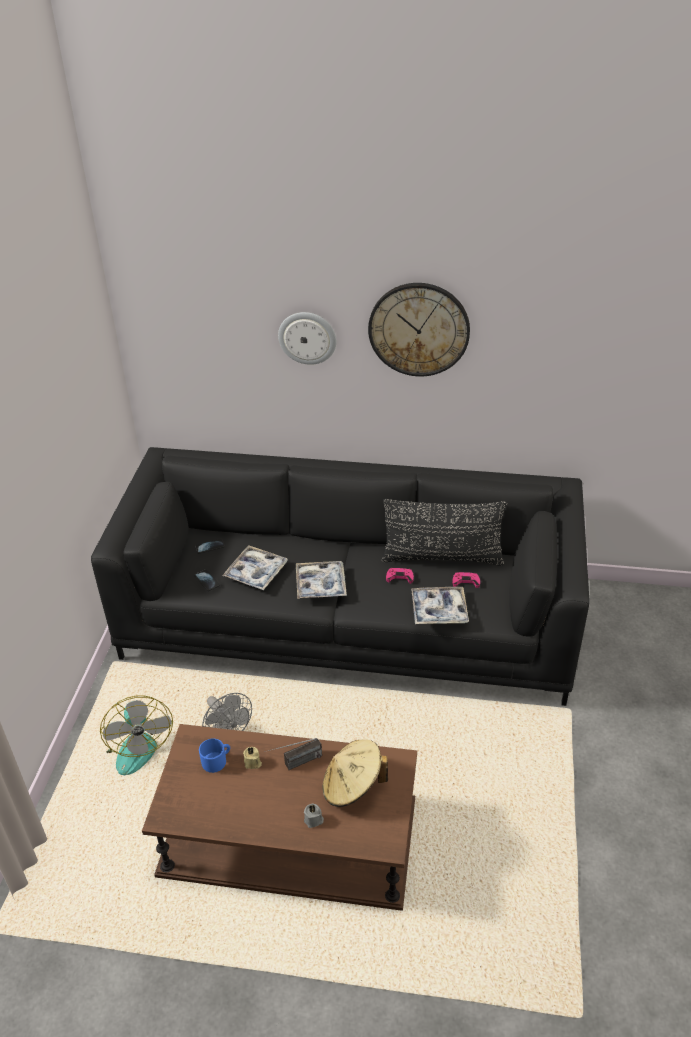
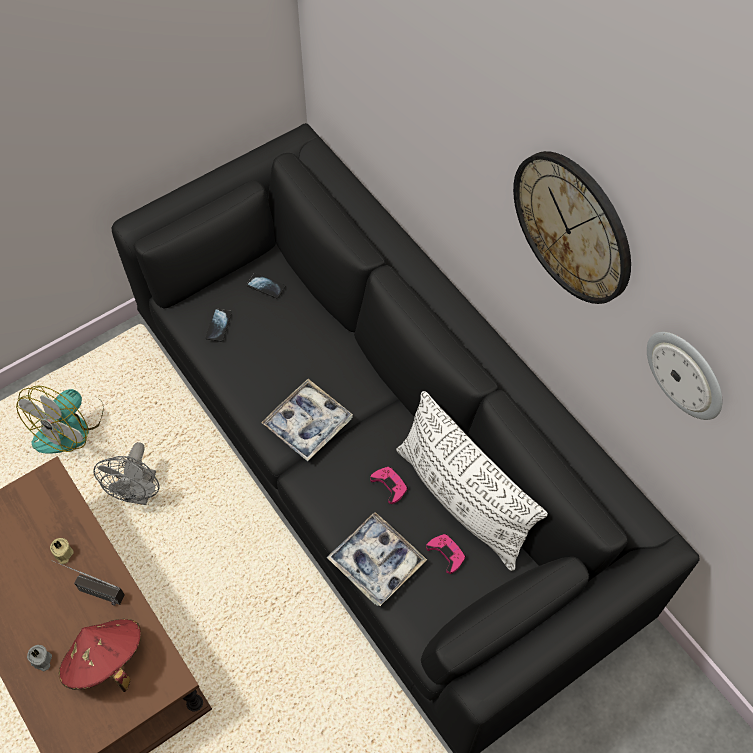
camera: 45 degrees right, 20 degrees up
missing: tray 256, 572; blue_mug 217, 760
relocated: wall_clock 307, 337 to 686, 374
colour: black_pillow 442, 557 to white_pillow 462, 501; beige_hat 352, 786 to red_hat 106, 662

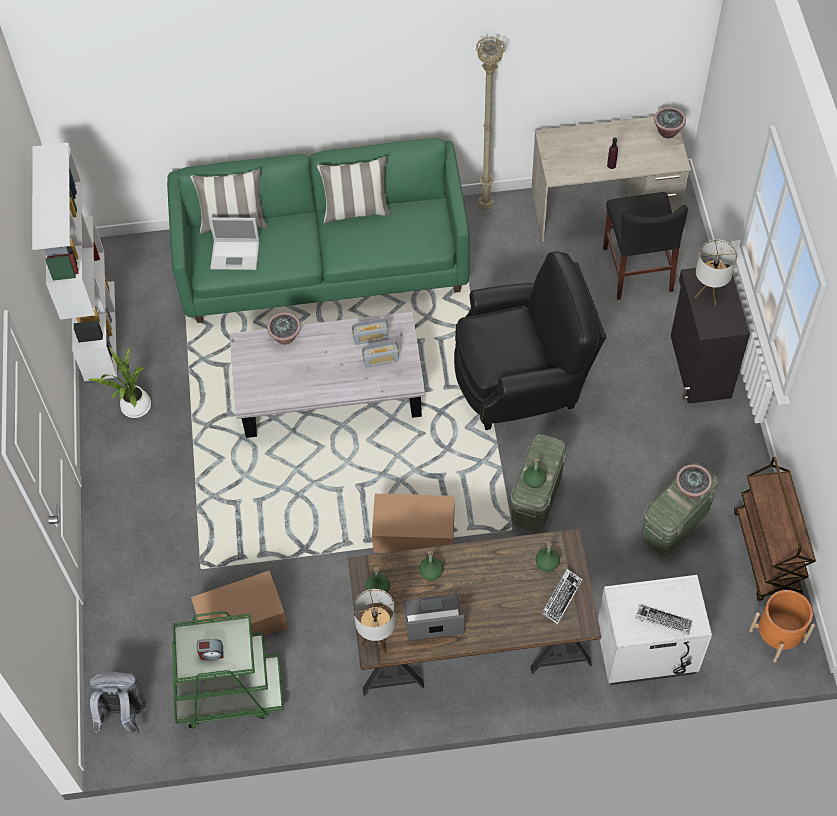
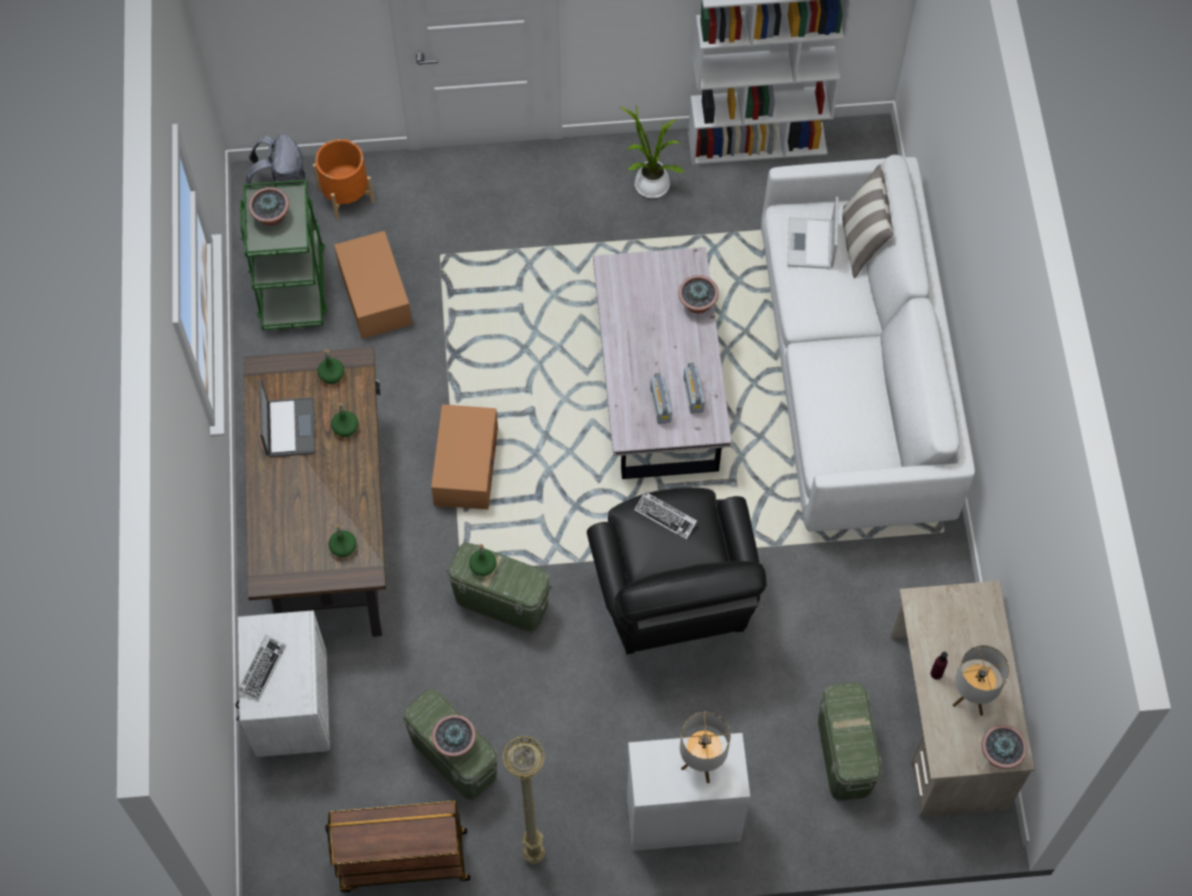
camera: 90 degrees right, 5 degrees up
missing: pillow 356, 210
relocated: beige_floor_lamp 486, 207 to 533, 857; keyboard 561, 597 to 665, 517; table_lamp 377, 637 to 971, 697; orange_planter 777, 636 to 346, 195
exchanged: black_chair 637, 269 to green_storage_box 844, 754; alarm_clock 211, 653 to potted_plant 272, 217
colour: green_sofa 324, 264 to white_sofa 853, 376; black_cabinet 699, 367 to white_cabinet 682, 815

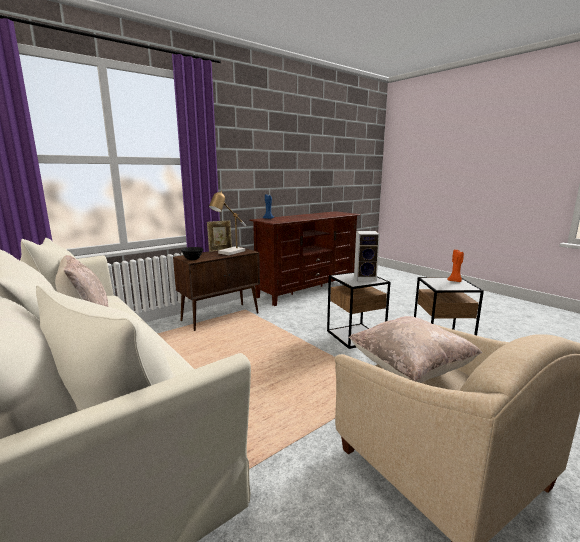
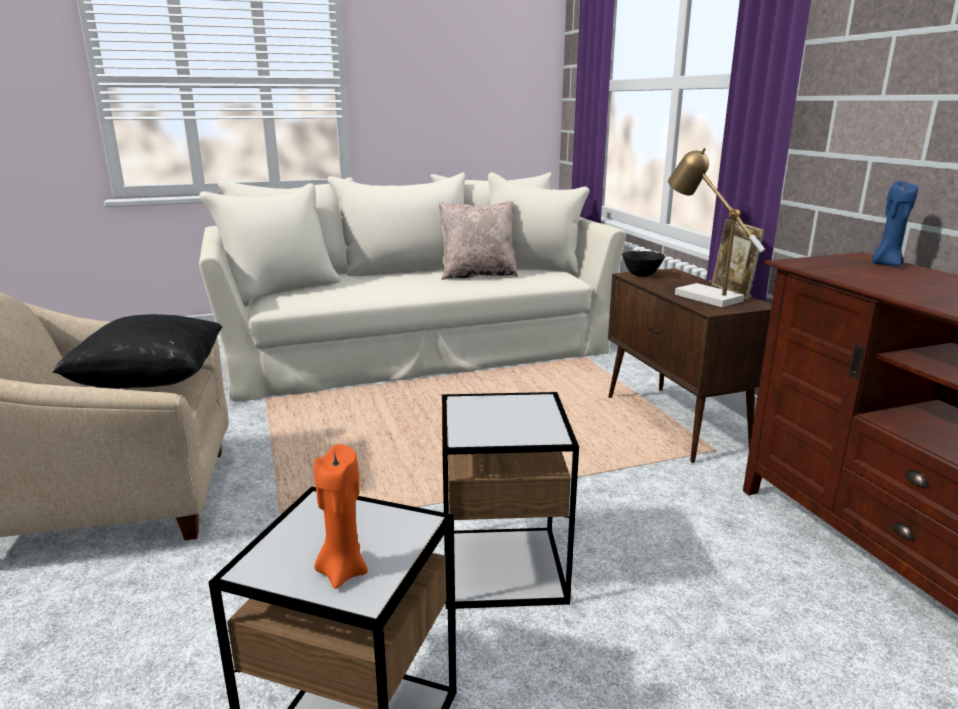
camera: 110 degrees right, 5 degrees up
missing: speaker 365, 278
colour: beige_pillow 410, 369 to black_pillow 151, 382

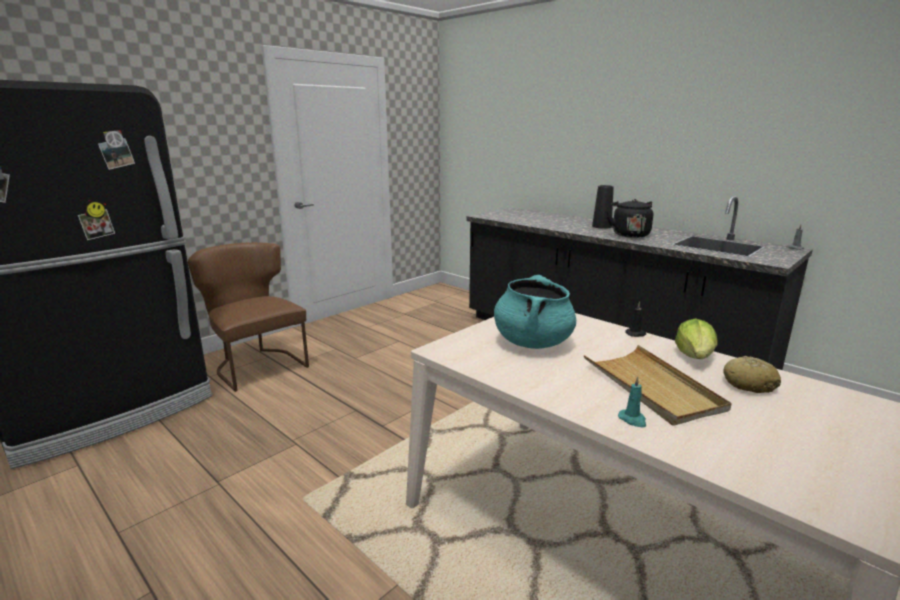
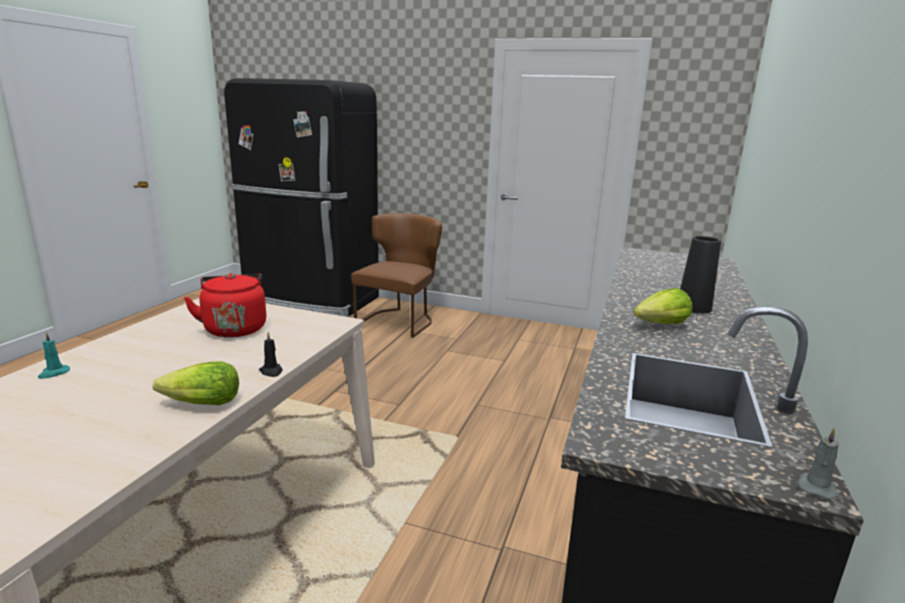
camera: 65 degrees right, 0 degrees up
missing: beige_tray 651, 387; bread 749, 384
exchanged: black_kettle 629, 234 to lettuce 661, 325; turquoise_cooking_pot 532, 342 to red_kettle 235, 328

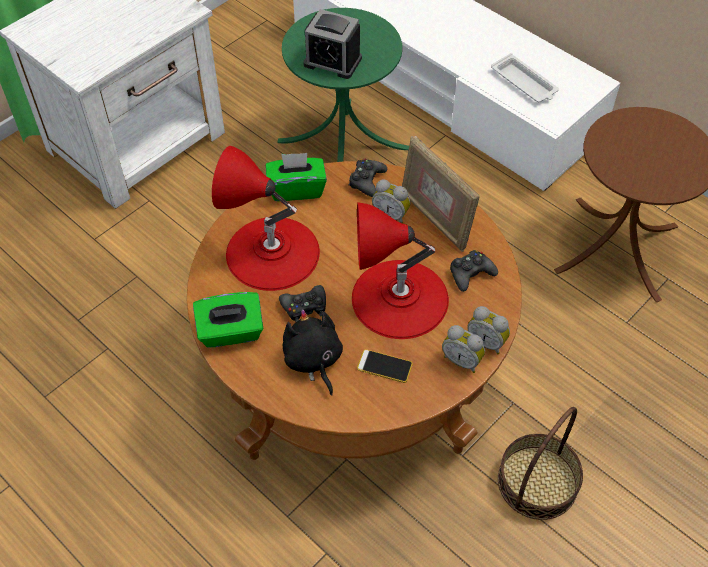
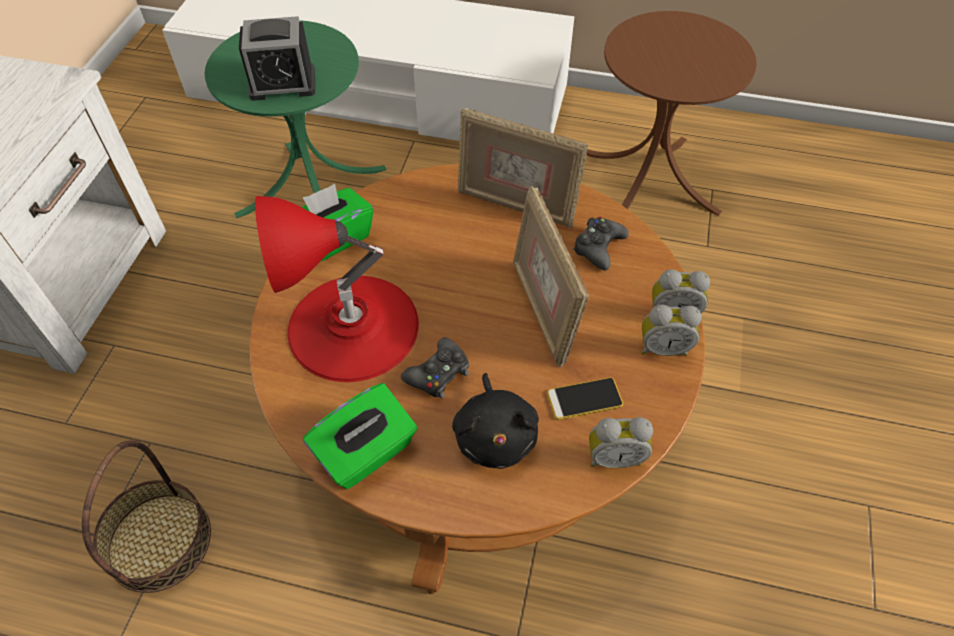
camera: 30 degrees left, 0 degrees up
missing: white_tray 524, 83; black_game_controller 367, 181
relocated: alarm_clock 391, 215 to 614, 456; basket 537, 482 to 159, 541
exchanged: red_table_lamp 399, 298 to picture_frame 542, 311
spun: black_plush_toy 313, 360 = 495, 435 135 degrees counterclockwise

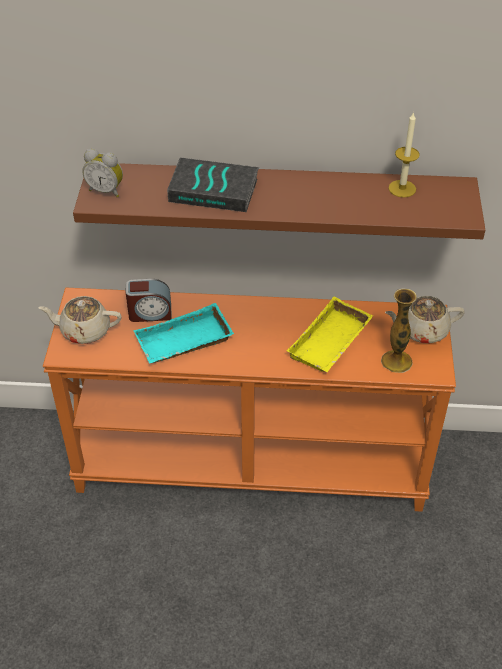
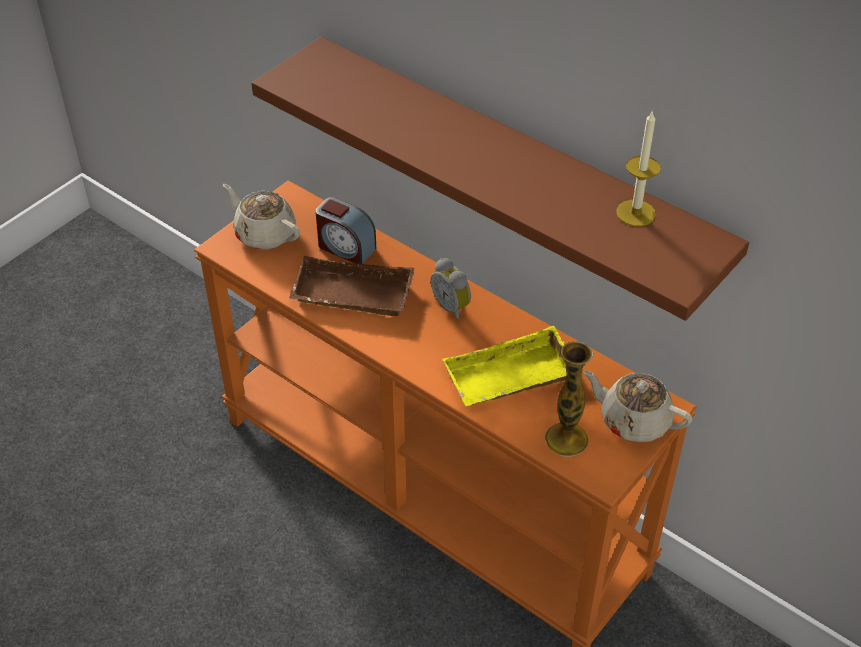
camera: 35 degrees right, 0 degrees up
missing: book 214, 190
relocated: alarm_clock 106, 190 to 452, 307
colour: turquoise_tray 183, 342 to brown_tray 350, 296

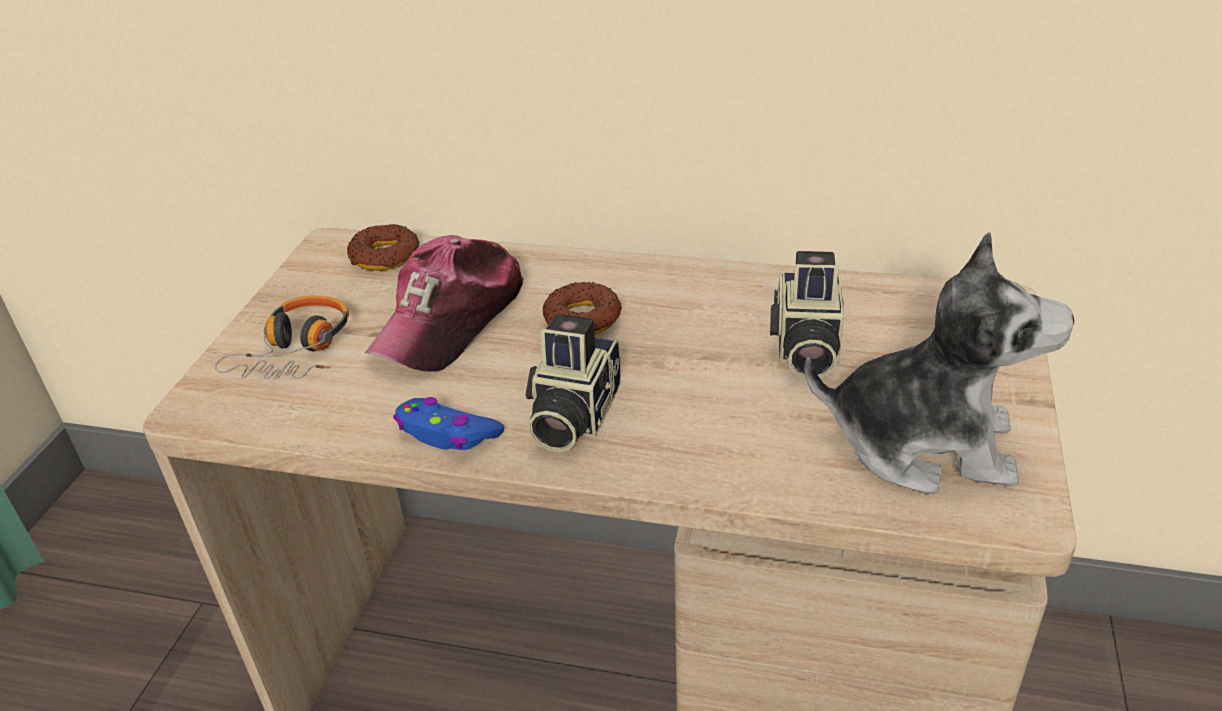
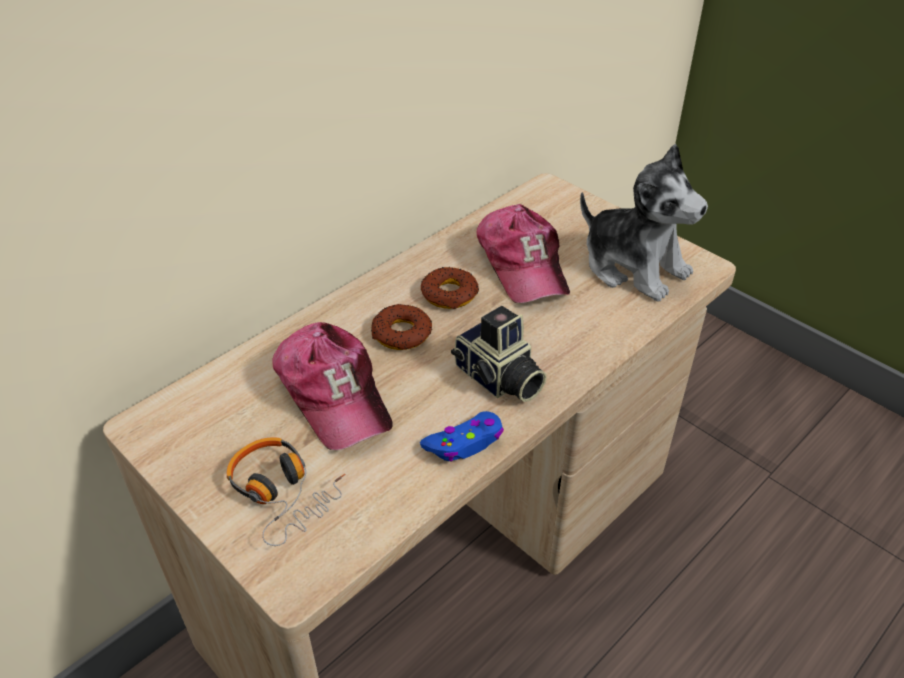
camera: 60 degrees left, 5 degrees up
relocated: donut 385, 256 to 449, 294
exchanged: photo_camera 804, 348 to cap 522, 264
spun: plush_toy 923, 443 = 634, 267 90 degrees clockwise

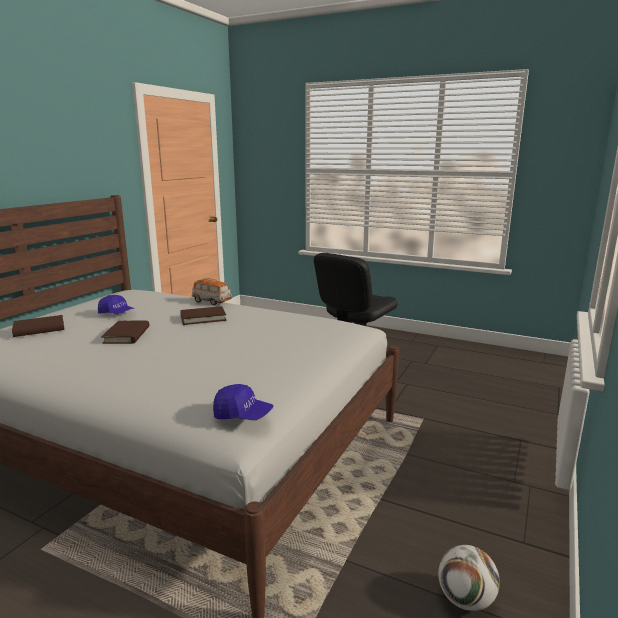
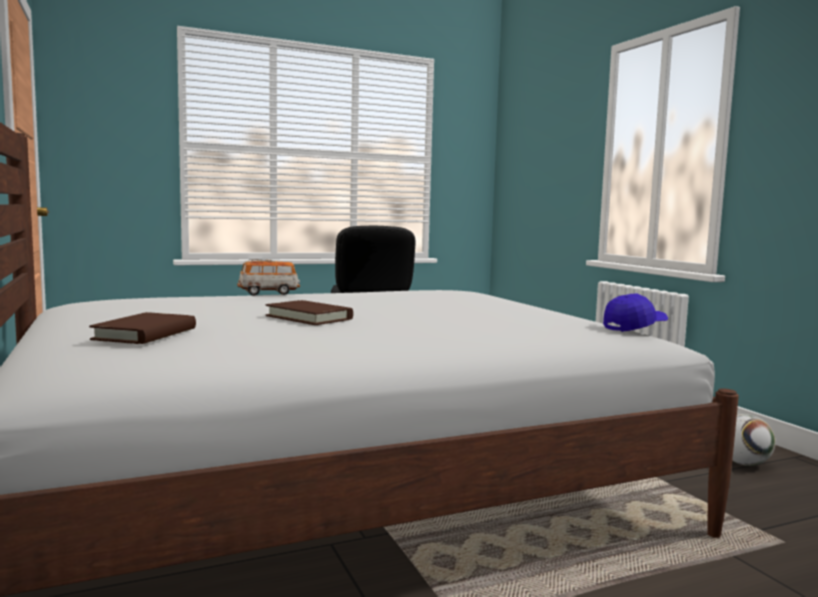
camera: 50 degrees left, 10 degrees down
missing: blue_cap 117, 314; brown_book 203, 318

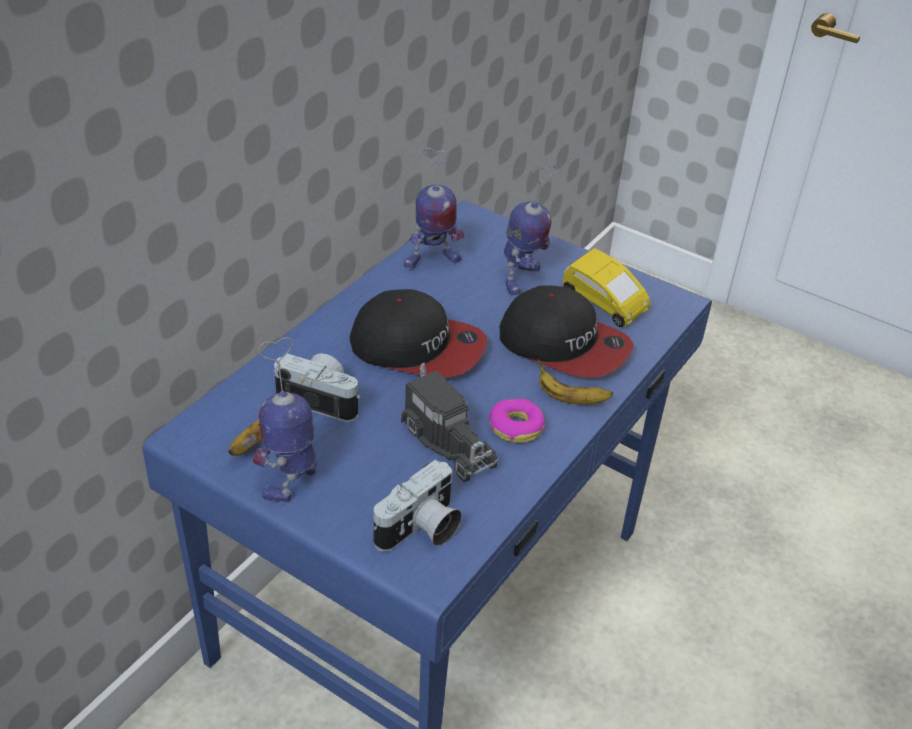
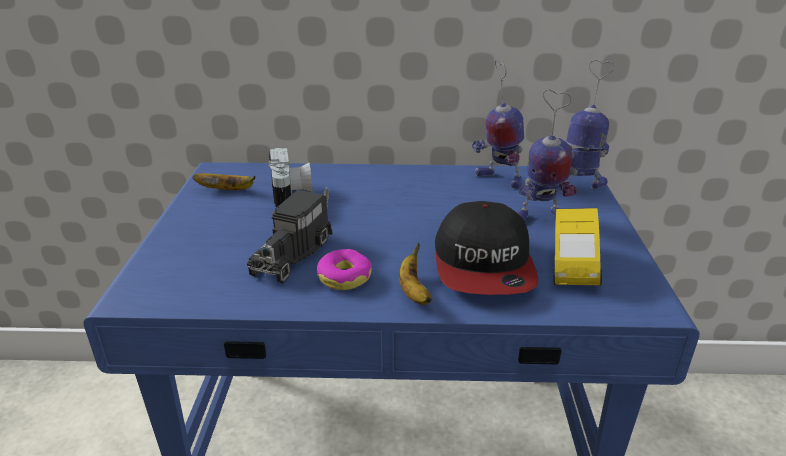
camera: 60 degrees right, 10 degrees down
missing: cap 418, 347; photo_camera 421, 530
relocated: toy_robot 292, 479 to 580, 185

